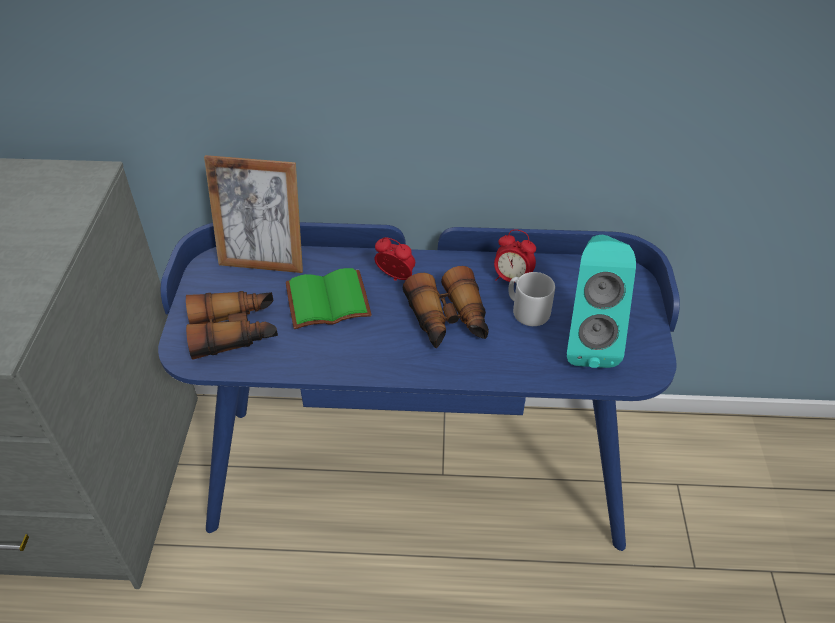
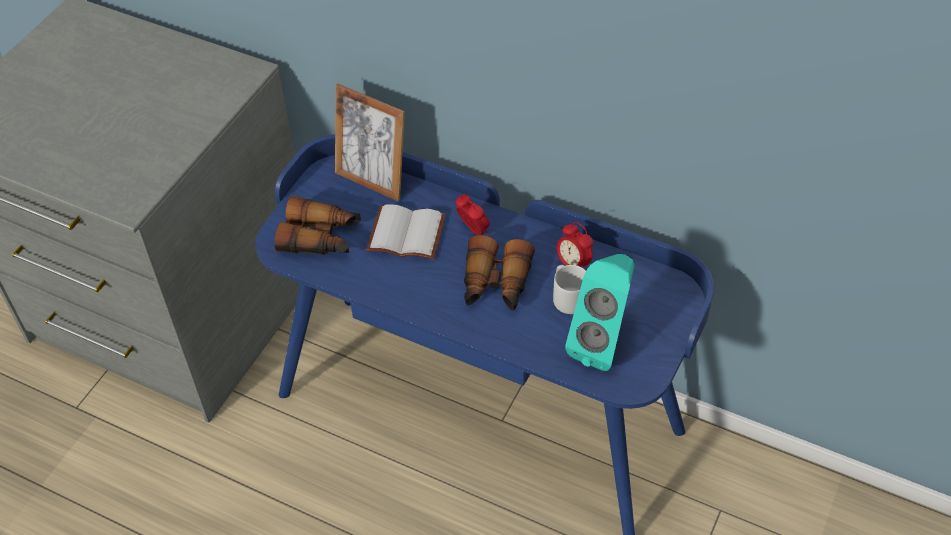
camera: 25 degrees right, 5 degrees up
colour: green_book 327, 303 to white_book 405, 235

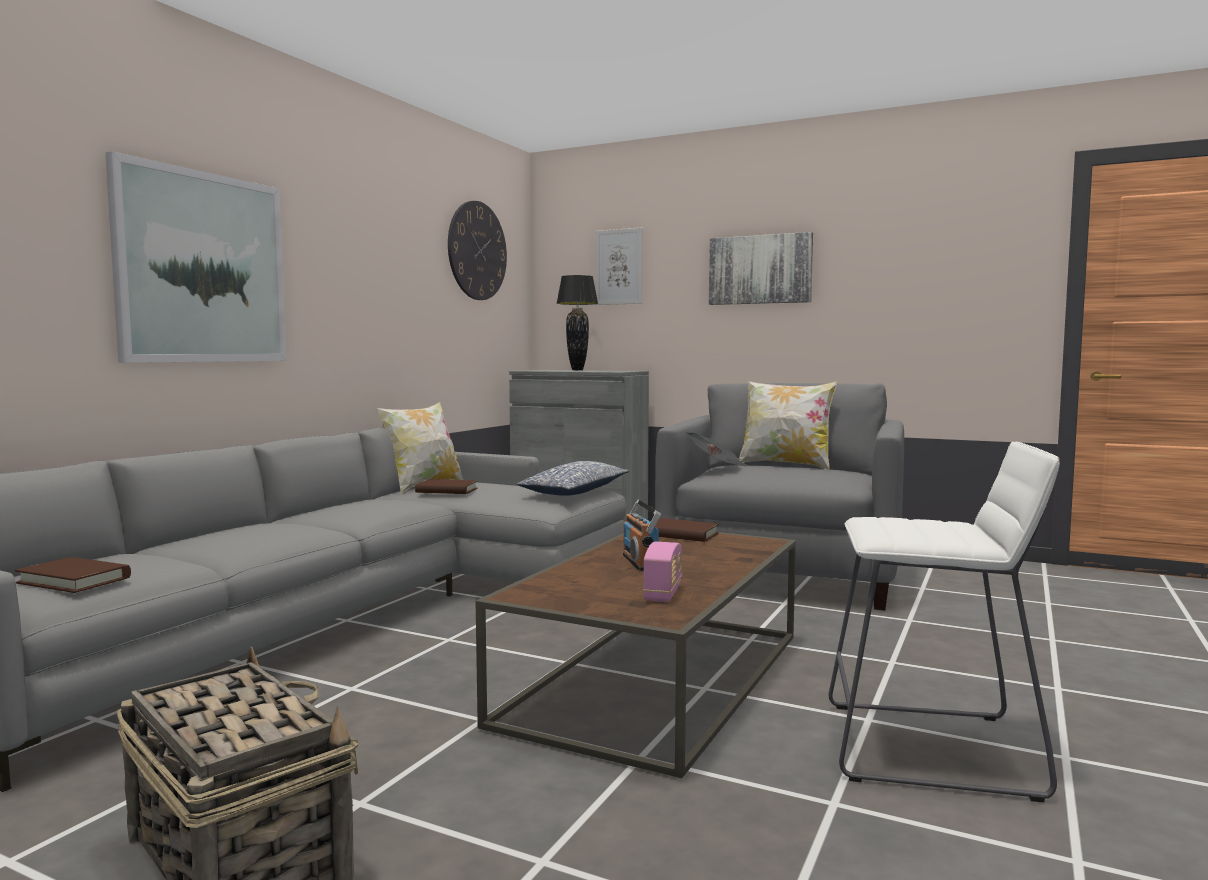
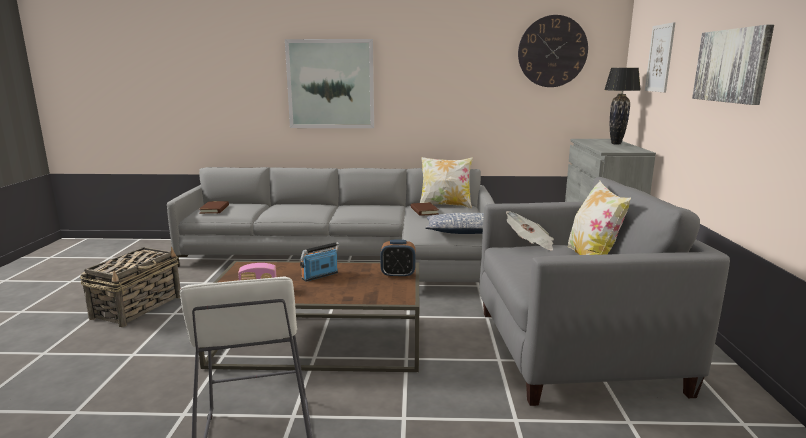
camera: 65 degrees right, 10 degrees up
exchanged: brown_book 681, 534 to alarm_clock 398, 275

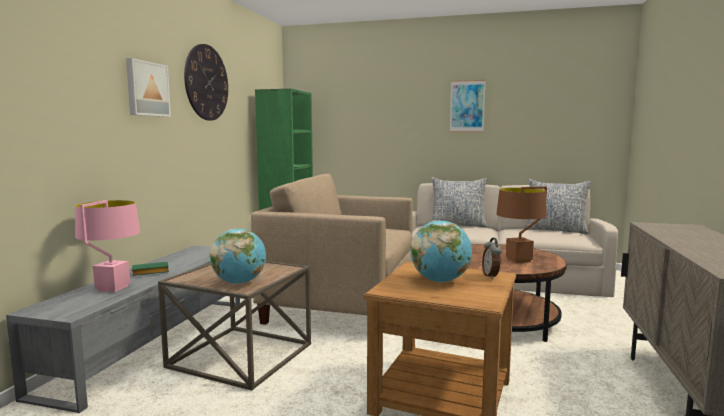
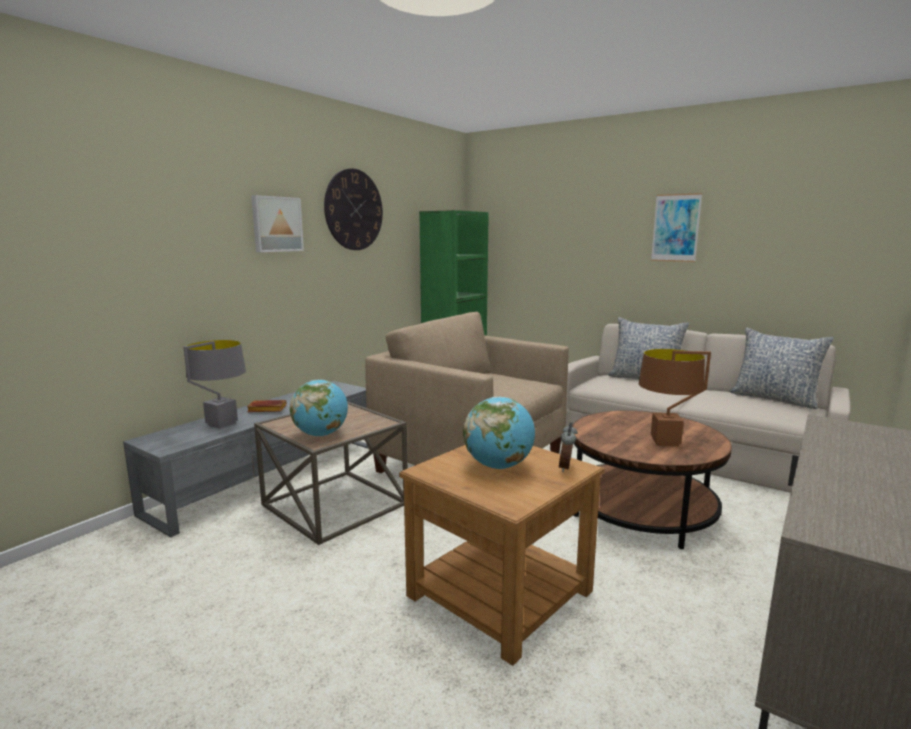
camera: 20 degrees right, 5 degrees up
colour: pink_table_lamp 112, 288 to grey_table_lamp 221, 424; green_book 149, 272 to brown_book 266, 410

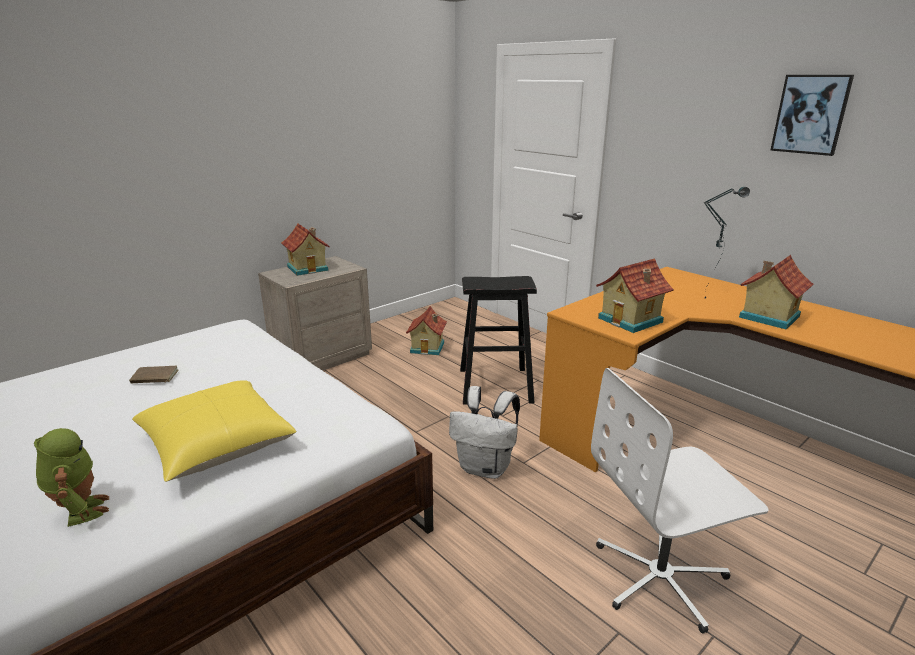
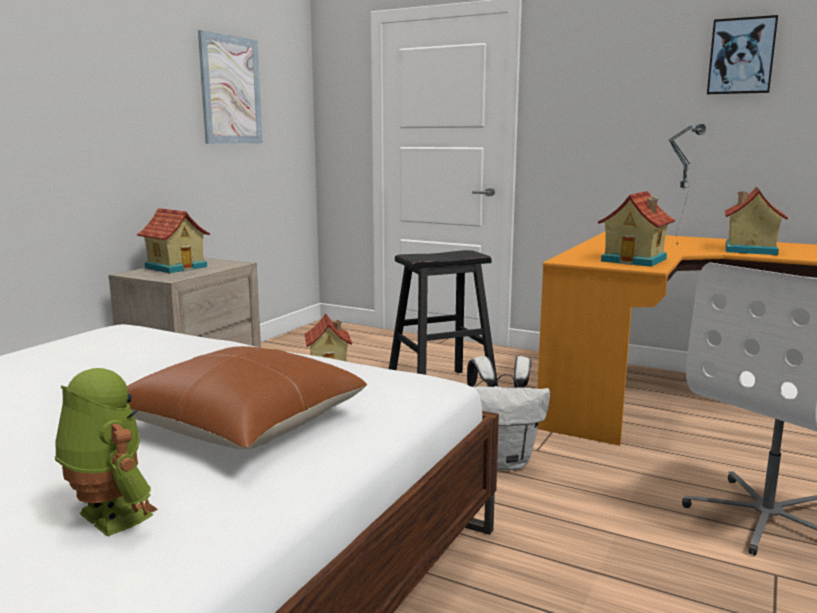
camera: 20 degrees left, 10 degrees down
missing: brown_book 154, 378
appeared: picture 231, 90
colour: yellow_pillow 217, 443 to brown_pillow 242, 424

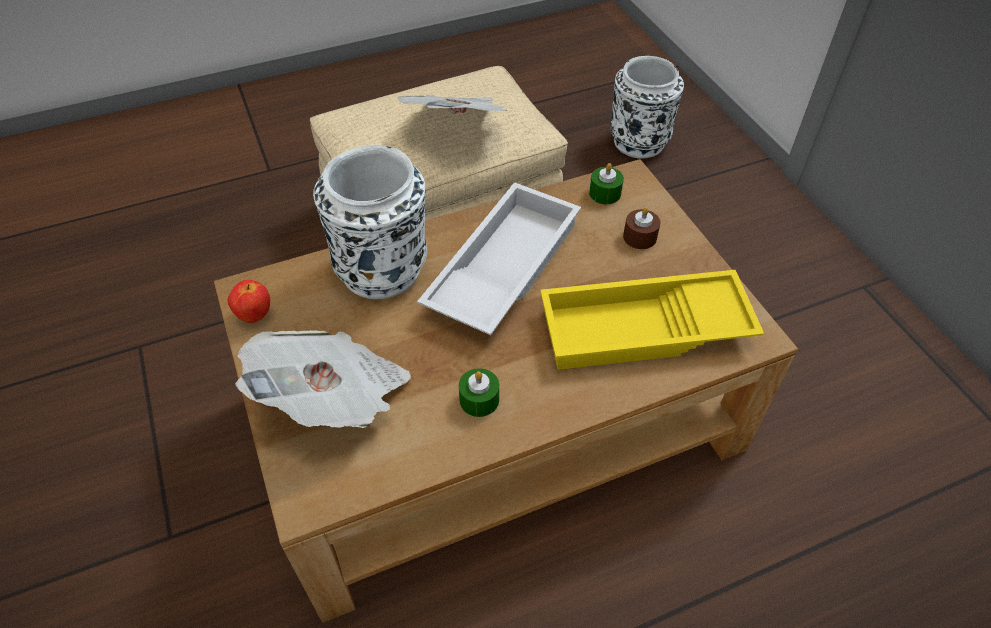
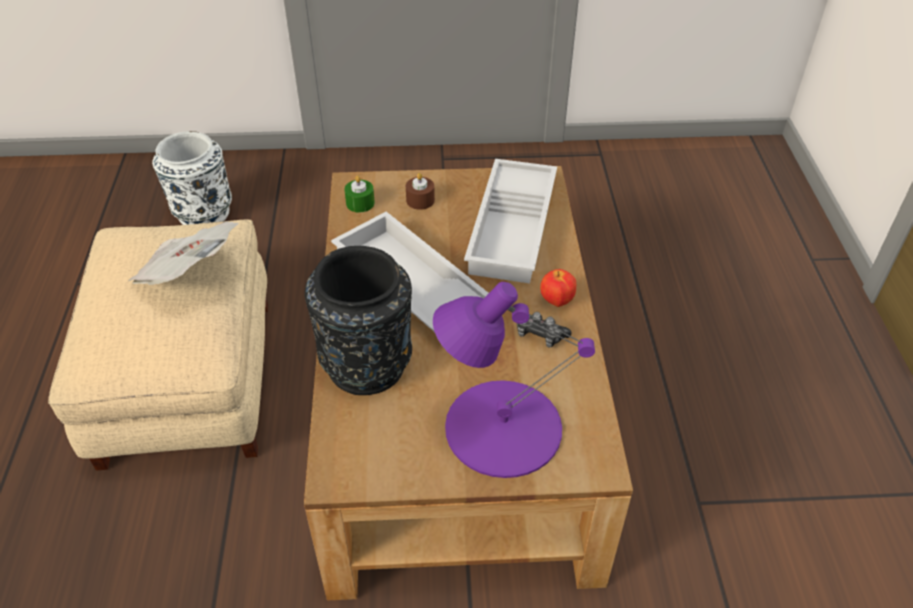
camera: 70 degrees left, 5 degrees down
relocated: apple 255, 315 to 556, 301
exchanged: newspaper 334, 398 to purple_table_lamp 501, 427; green_candle 479, 399 to game_controller 540, 334
colour: white_vase 383, 269 to black_vase 366, 363; yellow_tray 644, 331 to white_tray 514, 228

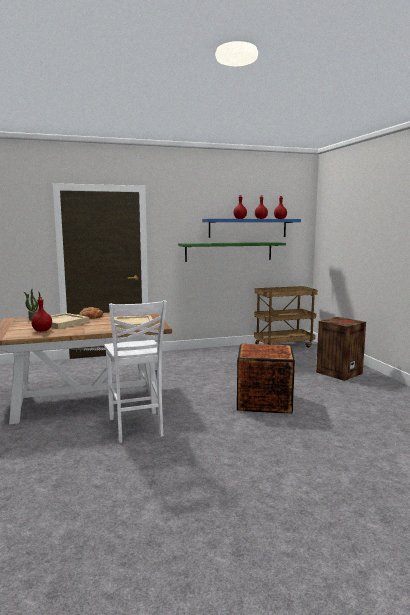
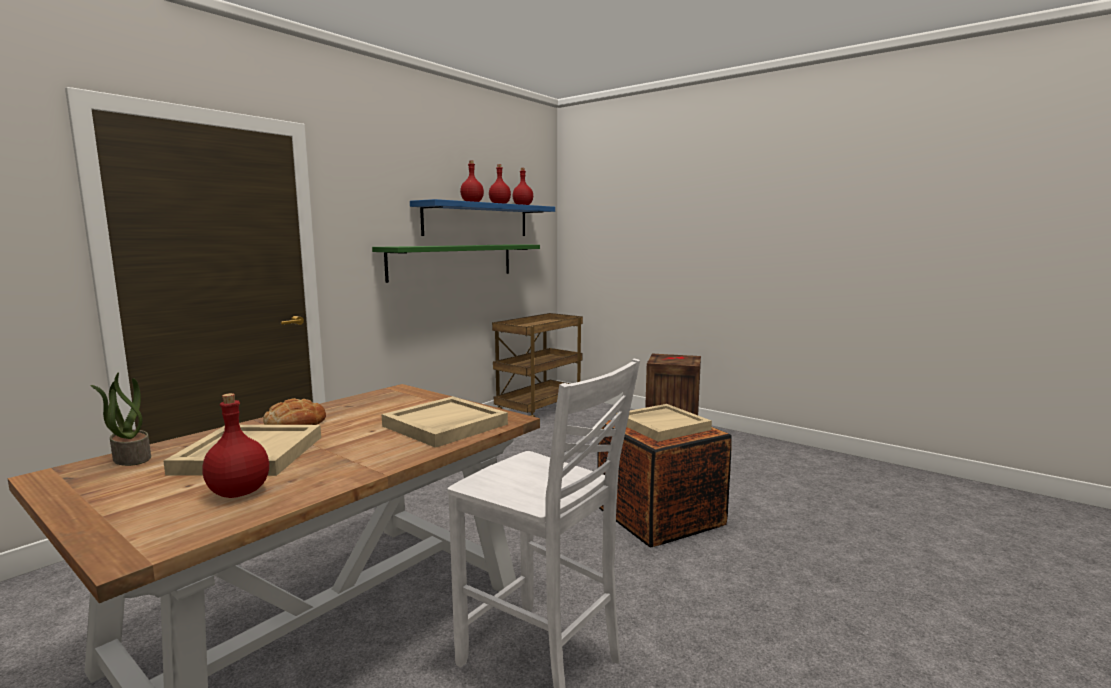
camera: 35 degrees left, 0 degrees up
appeared: beige_tray 662, 425

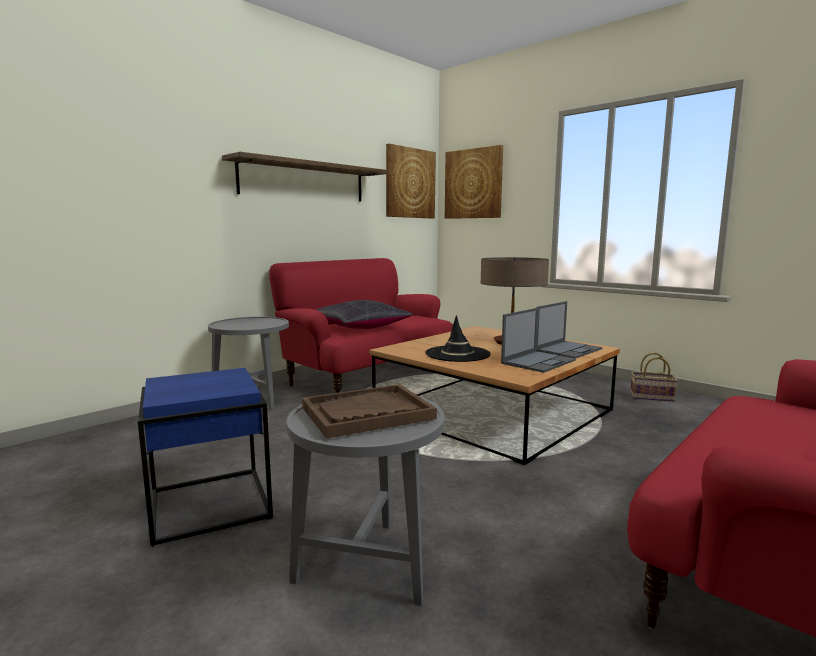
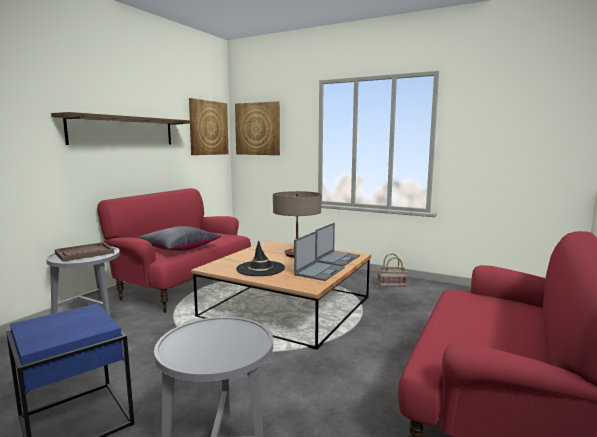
camera: 15 degrees left, 0 degrees up
relocated: brown_tray 367, 413 to 84, 253

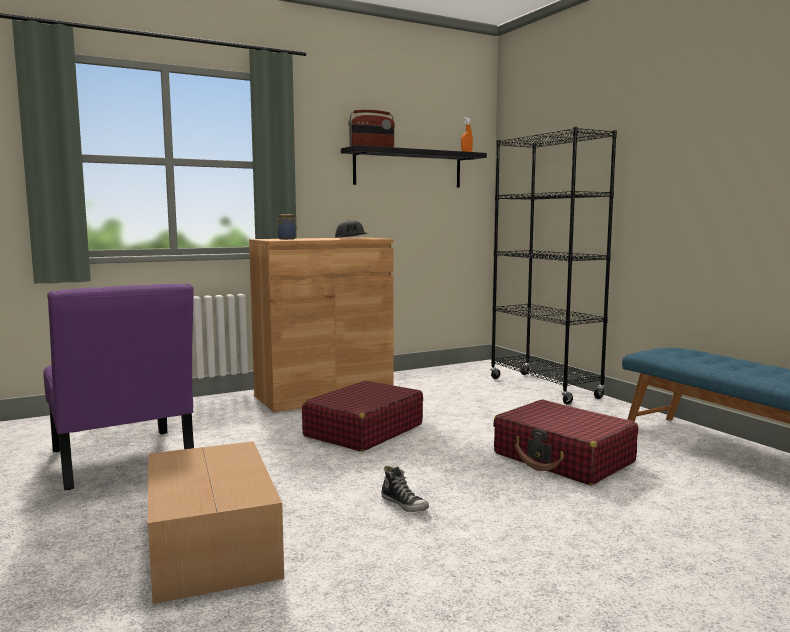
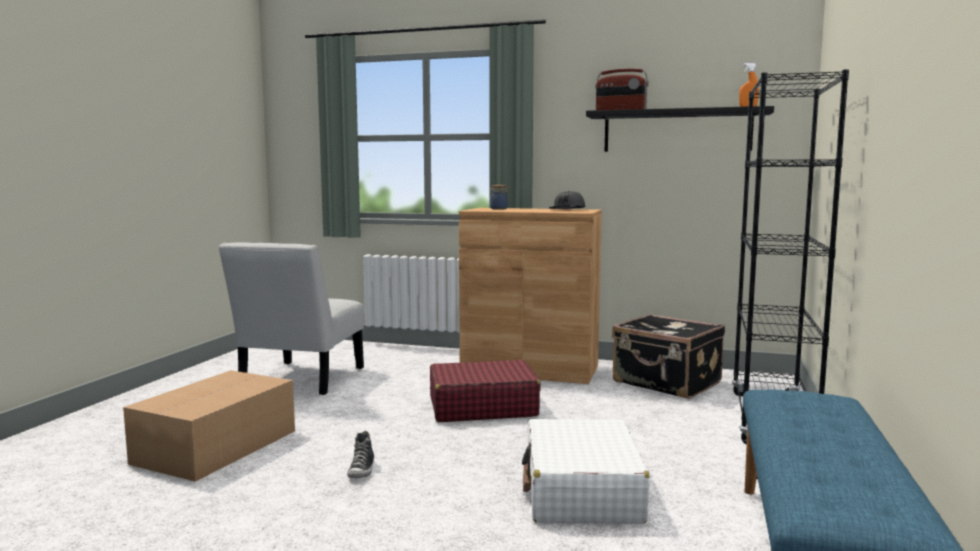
camera: 45 degrees right, 0 degrees up
appeared: black_suitcase 666, 383
colour: purple_chair 122, 461 to white_chair 299, 380; red_suitcase 563, 458 to white_suitcase 581, 491

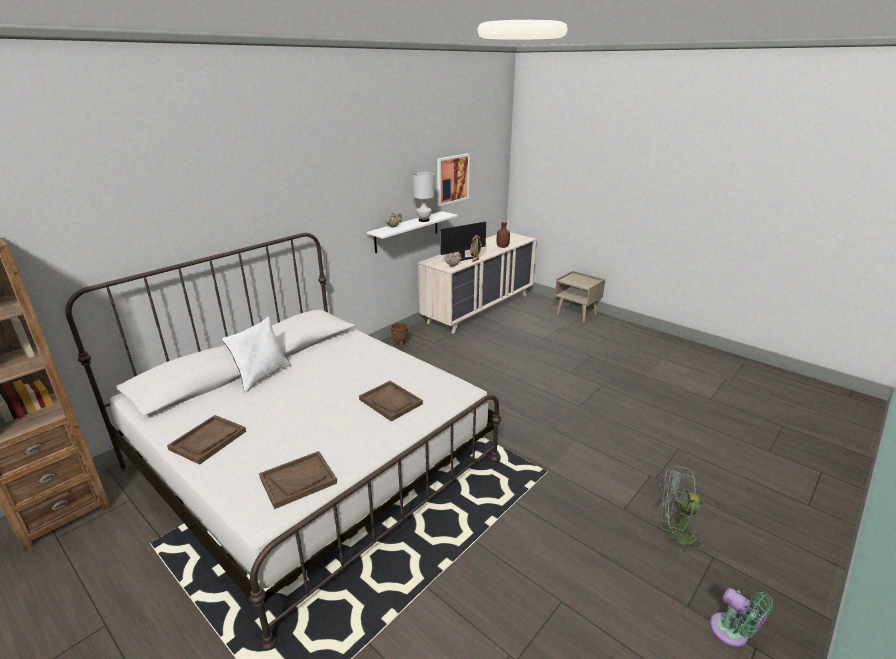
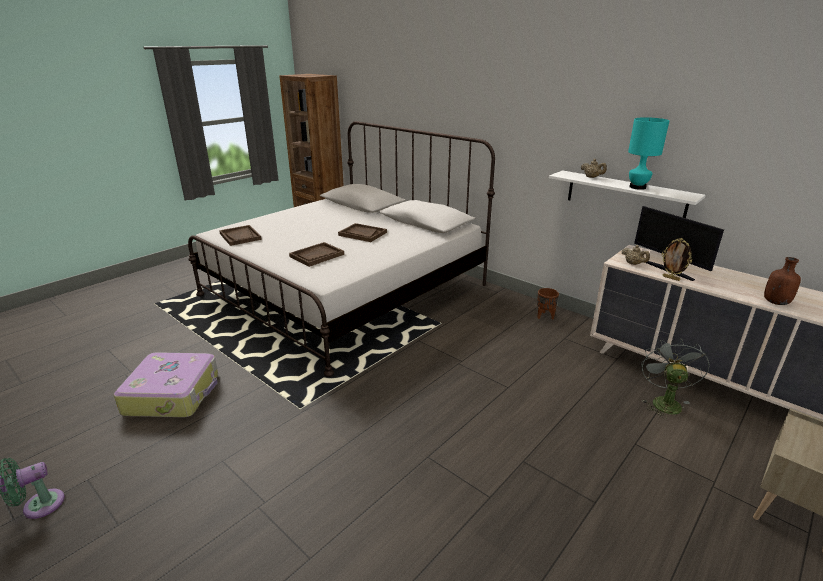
camera: 90 degrees right, 0 degrees up
missing: picture 452, 179; white_pillow 262, 376
appeared: suitcase 174, 394
relocated: brown_tray 208, 440 to 362, 234; grey_fan 674, 534 to 664, 401
colour: white_table_lamp 424, 220 to turquoise_table_lamp 637, 187

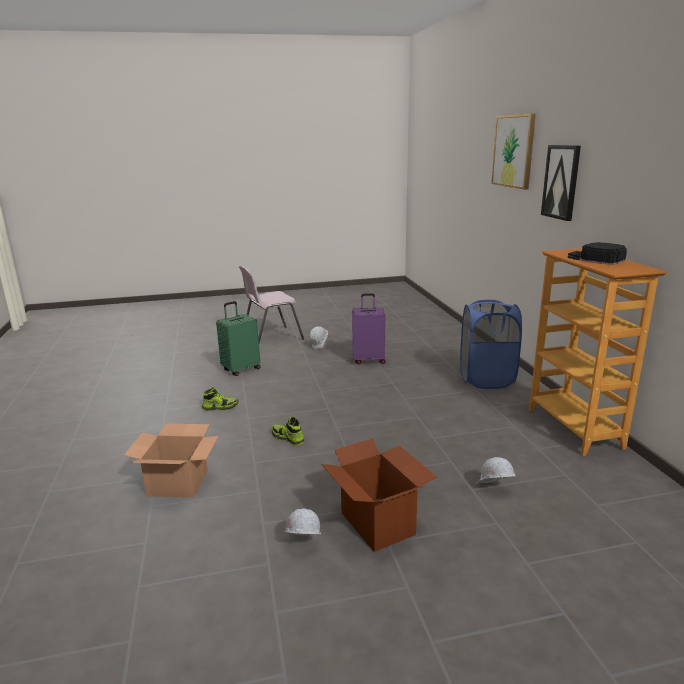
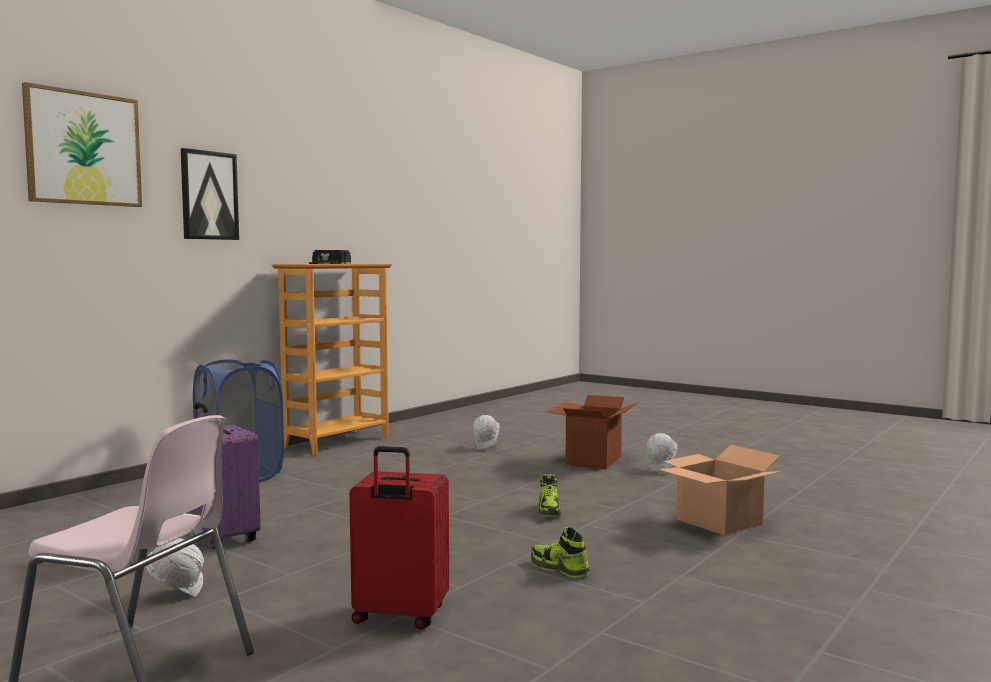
camera: 130 degrees left, 15 degrees down
colour: green_suitcase 241, 369 to red_suitcase 399, 617

